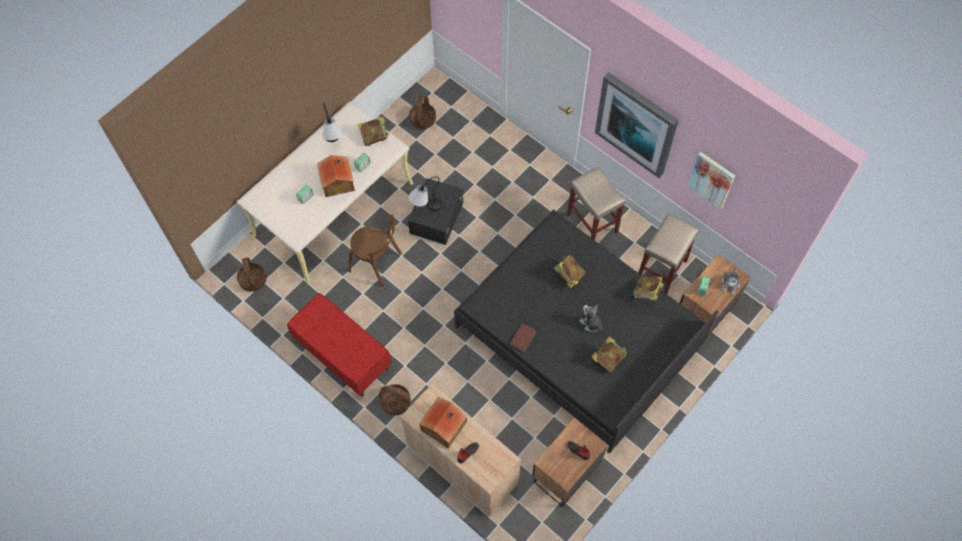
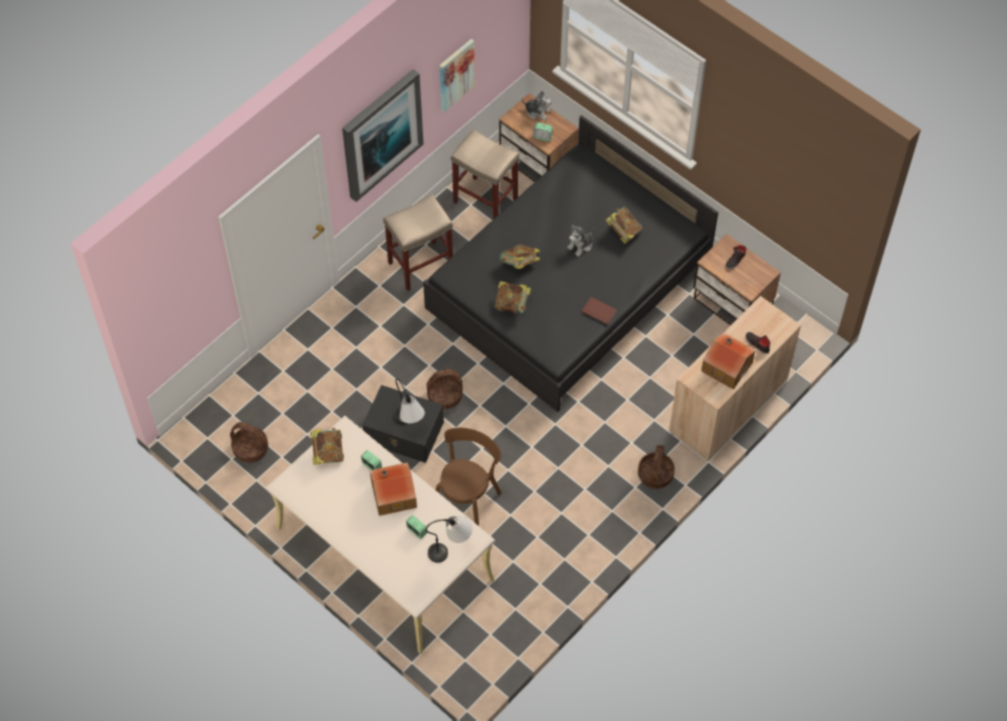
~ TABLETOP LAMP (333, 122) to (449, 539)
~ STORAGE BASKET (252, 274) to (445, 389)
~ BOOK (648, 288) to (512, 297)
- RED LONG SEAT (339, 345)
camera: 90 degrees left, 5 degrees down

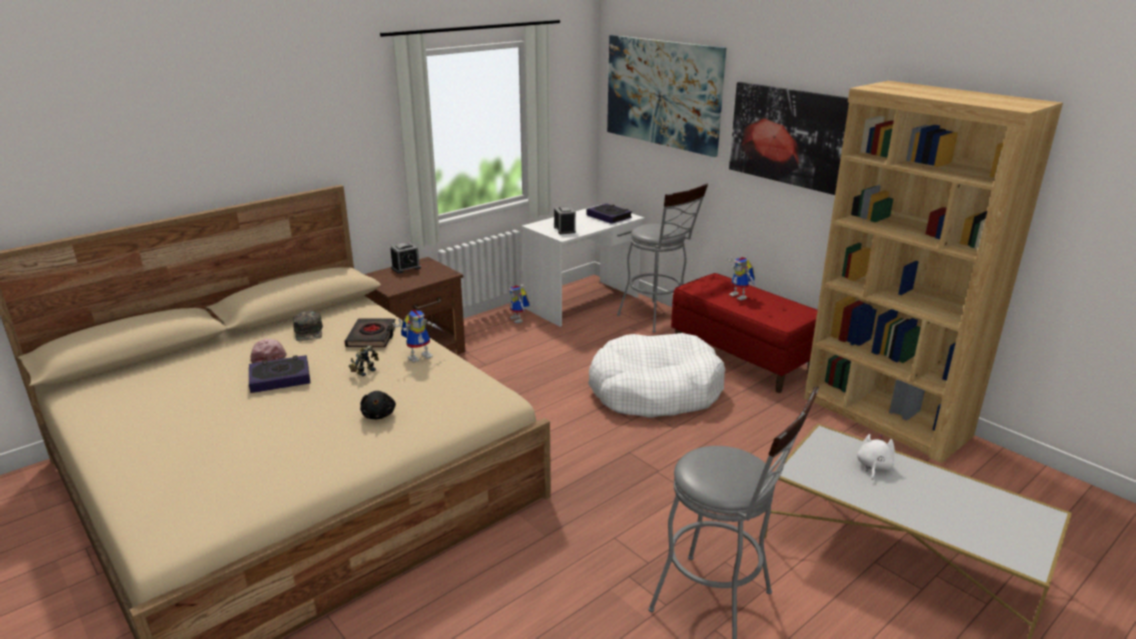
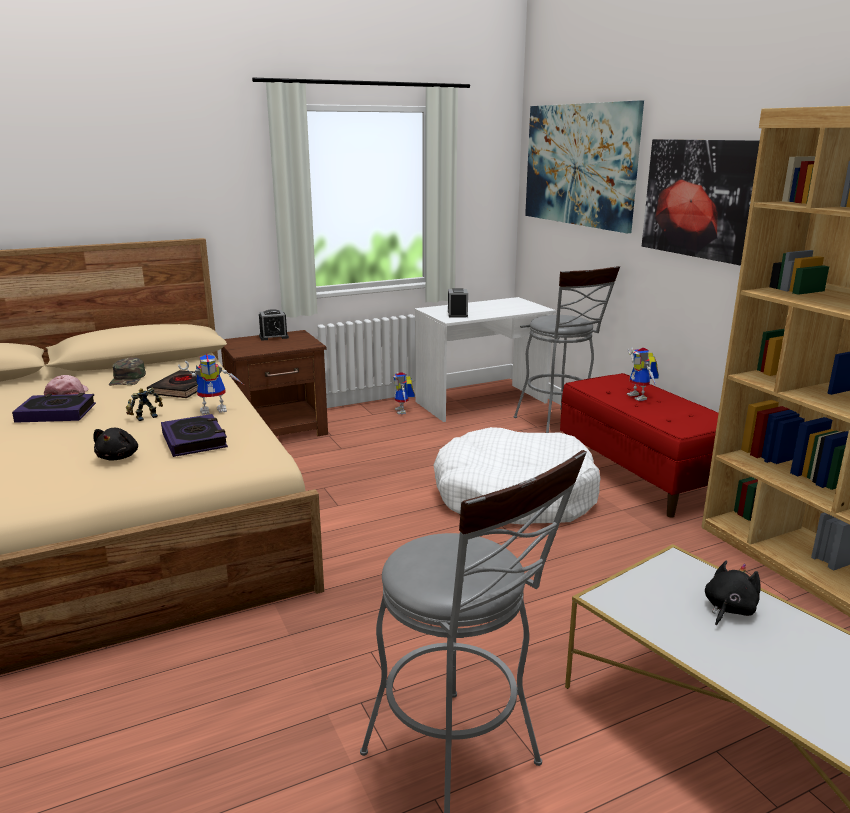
~ BOOK (609, 213) to (194, 435)
~ WHITISH SOFT TOY (876, 457) to BLACK SOFT TOY (733, 593)
camera: 15 degrees right, 5 degrees down

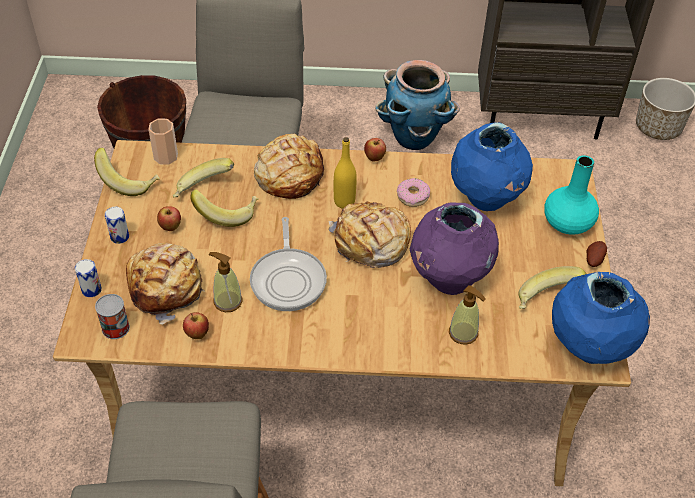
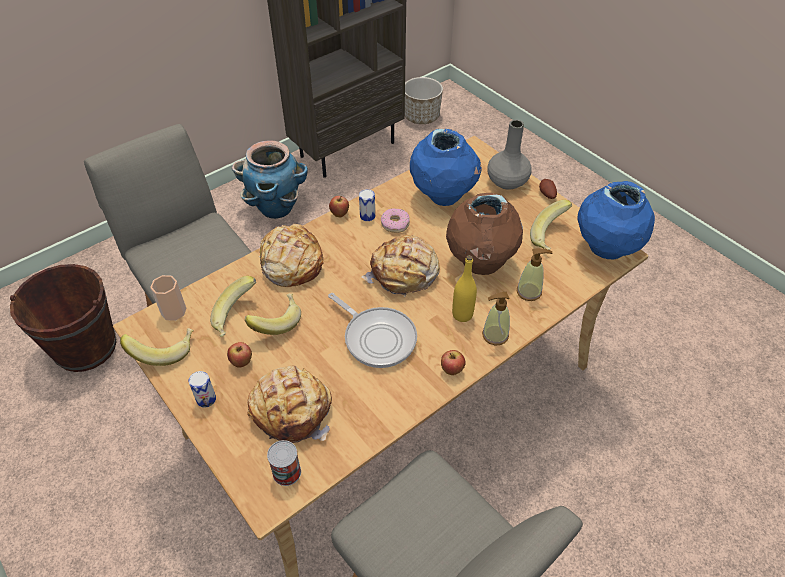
~ SEALED CAN (88, 278) to (367, 205)
~ APPLE FRUIT (196, 325) to (453, 362)
~ PURPLISH DECORATIVE VASE (454, 249) to BROWNISH DECORATIVE VASE (484, 234)
~ YELLOW-COLOURED BEVERAGE BOTTLE (345, 173) to (464, 288)
~ LIQUID SOAP BOTTLE (225, 282) to (496, 318)
~ TURQUOISE DECORATIVE VASE (571, 195) to GREY DECORATIVE VASE (509, 155)
camera: 40 degrees left, 0 degrees up

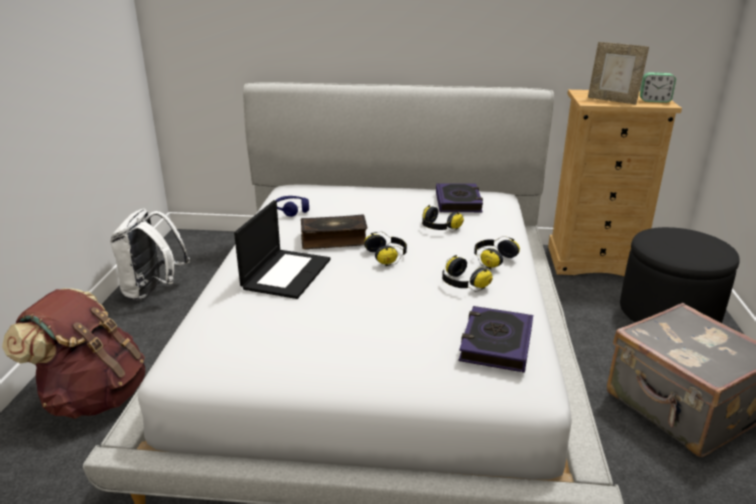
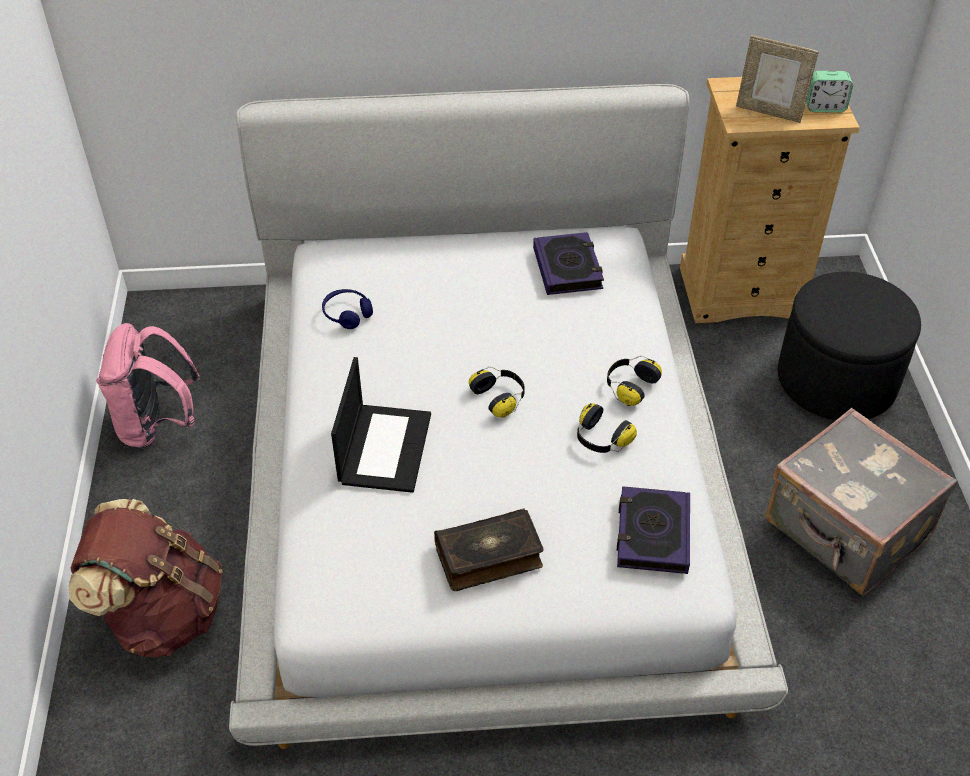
~ WHITISH RUCKSACK (150, 255) to PINKISH RUCKSACK (148, 386)
~ BOOK (334, 232) to (489, 550)
- HEADSET (443, 218)
camera: 10 degrees left, 20 degrees up

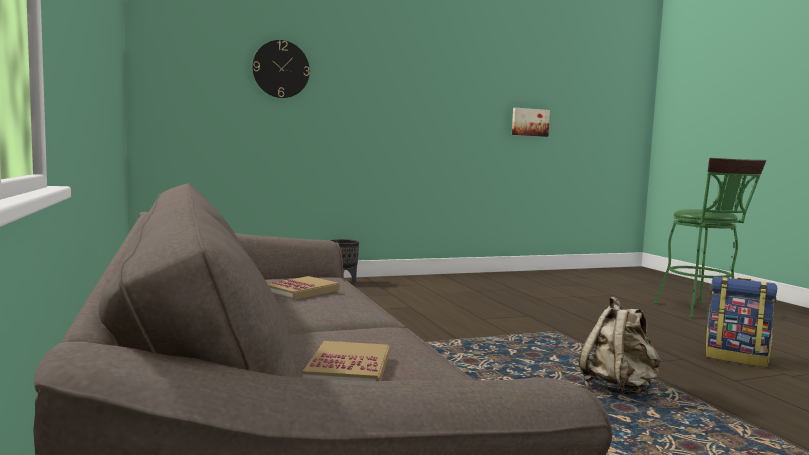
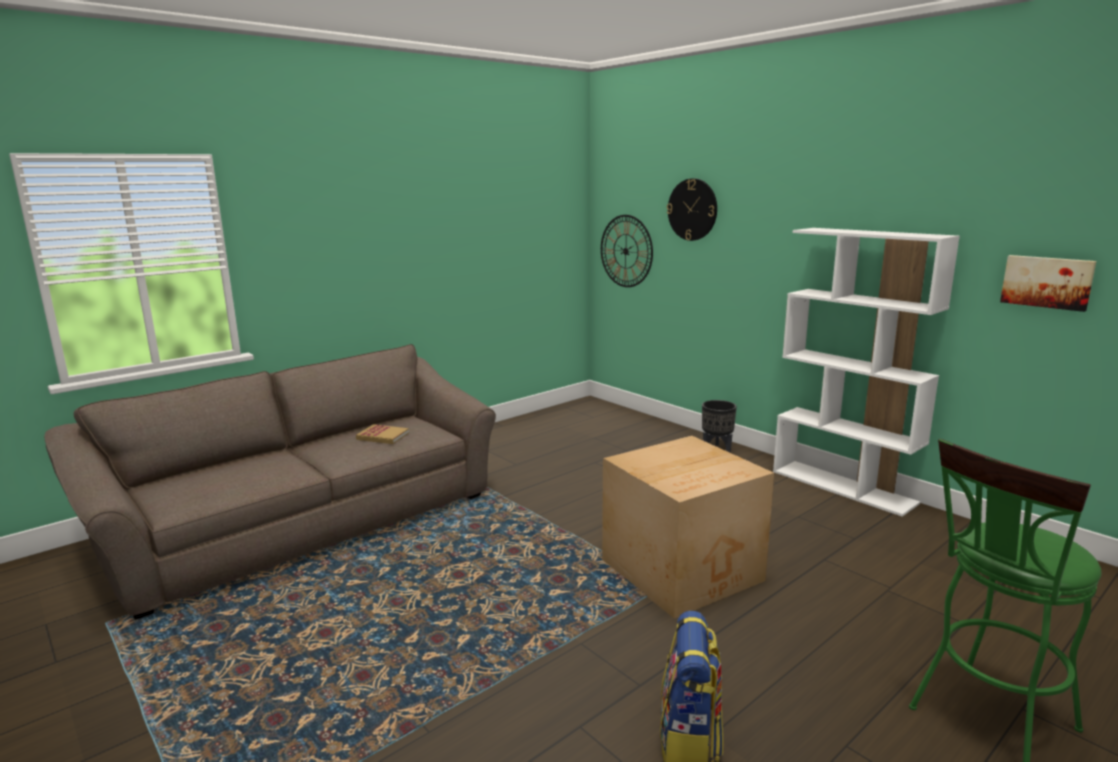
+ HANGING CLOCK (627, 251)
+ CARTON (688, 527)
+ WHITISH SHELVING UNIT (866, 372)
- BOOK (346, 361)
- BEIGE RUCKSACK (620, 346)
camera: 70 degrees right, 10 degrees up

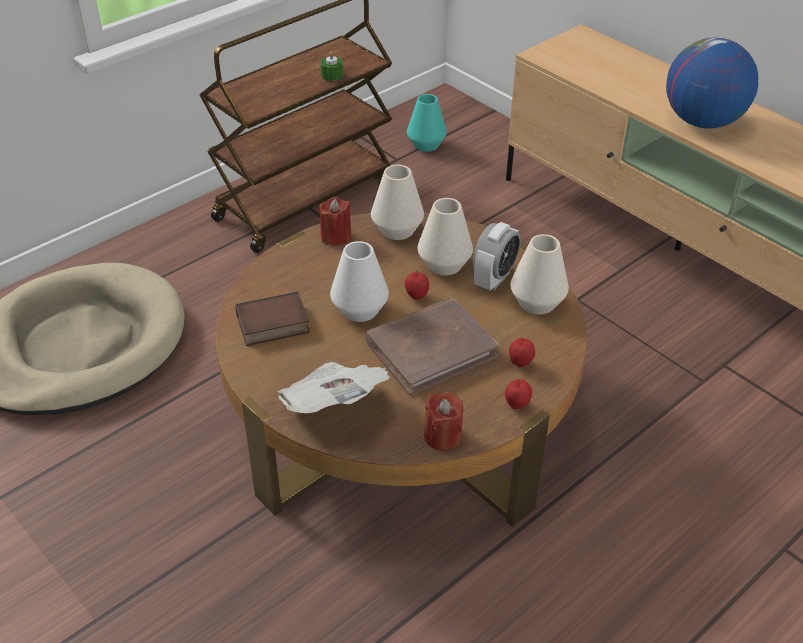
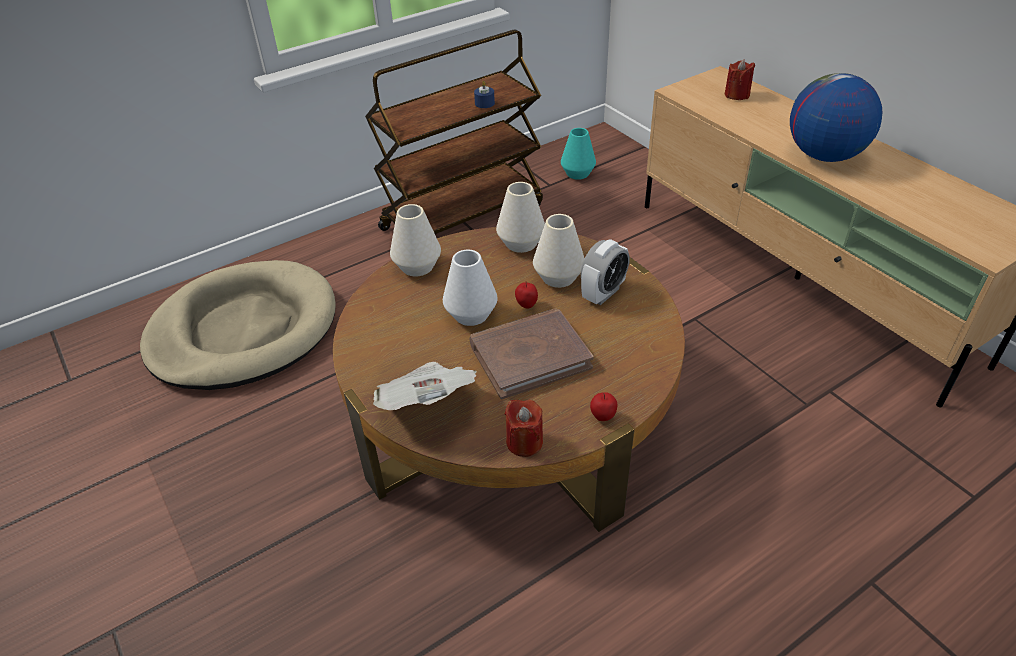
~ WHITISH DECORATIVE VASE (539, 274) to (415, 240)
~ GREEN-COLOURED CANDLE (332, 66) to BLUE CANDLE (484, 94)
~ RED CANDLE (335, 221) to (740, 79)
- BOOK (272, 319)
- APPLE FRUIT (522, 353)
camera: 10 degrees right, 0 degrees up

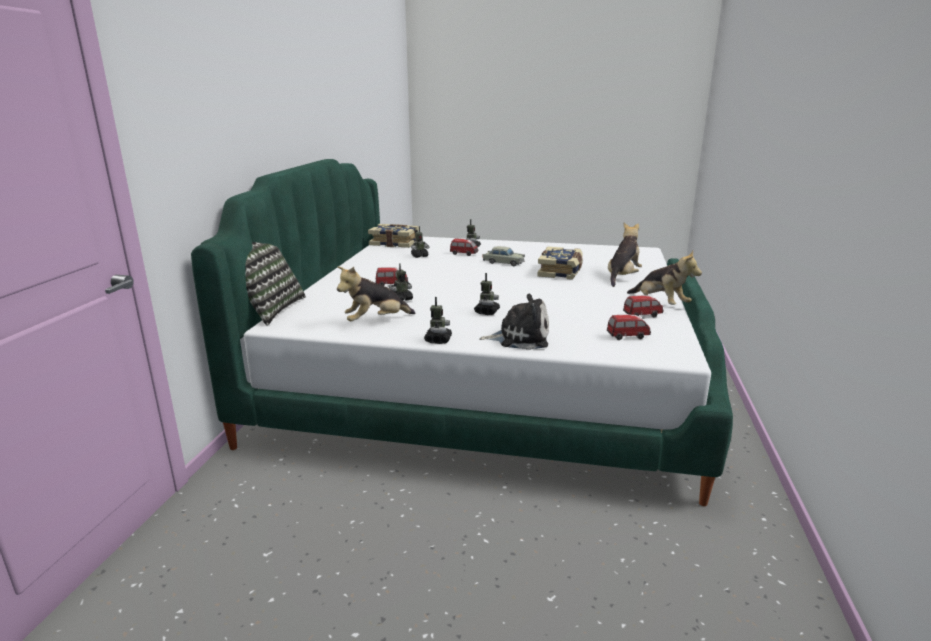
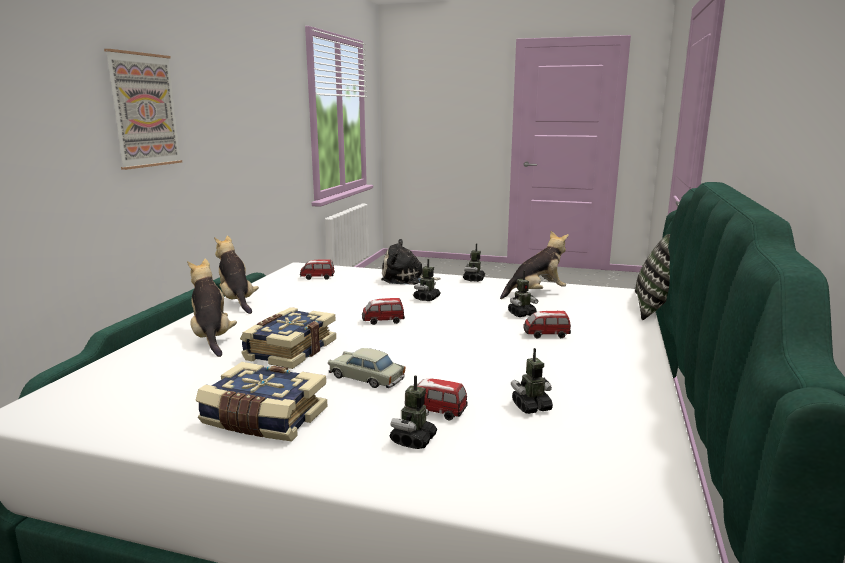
+ PICTURE (143, 109)
~ SOFT TOY (625, 255) = (212, 308) 120 degrees clockwise
~ BOOK (393, 236) to (261, 401)
~ MODEL CAR (643, 306) to (383, 311)
camera: 175 degrees left, 5 degrees down

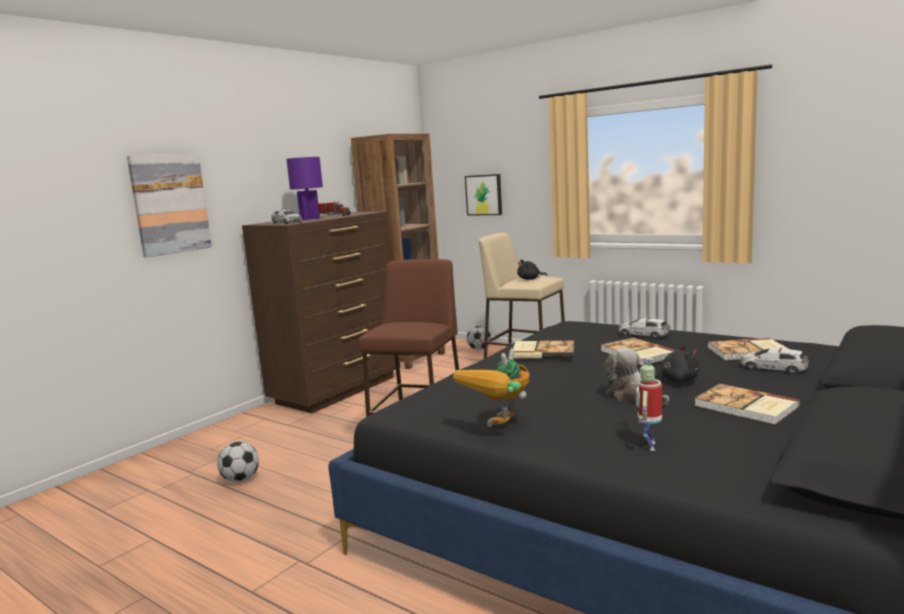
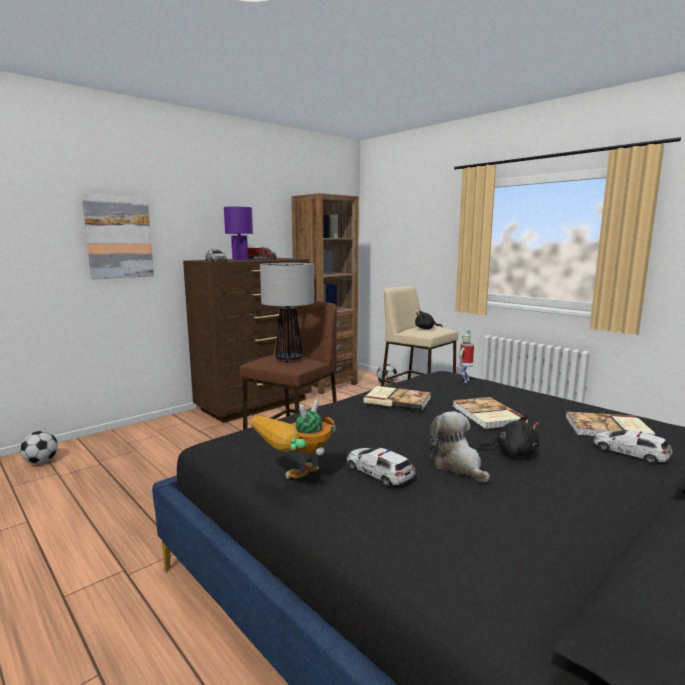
~ FOOTBALL BALL (238, 462) to (39, 447)
+ TABLETOP LAMP (287, 313)
~ MODEL CAR (644, 328) to (381, 467)
~ ROBOT FIGURE (649, 404) to (466, 356)
- PICTURE (483, 195)
- BOOK (746, 404)
camera: 10 degrees right, 0 degrees up

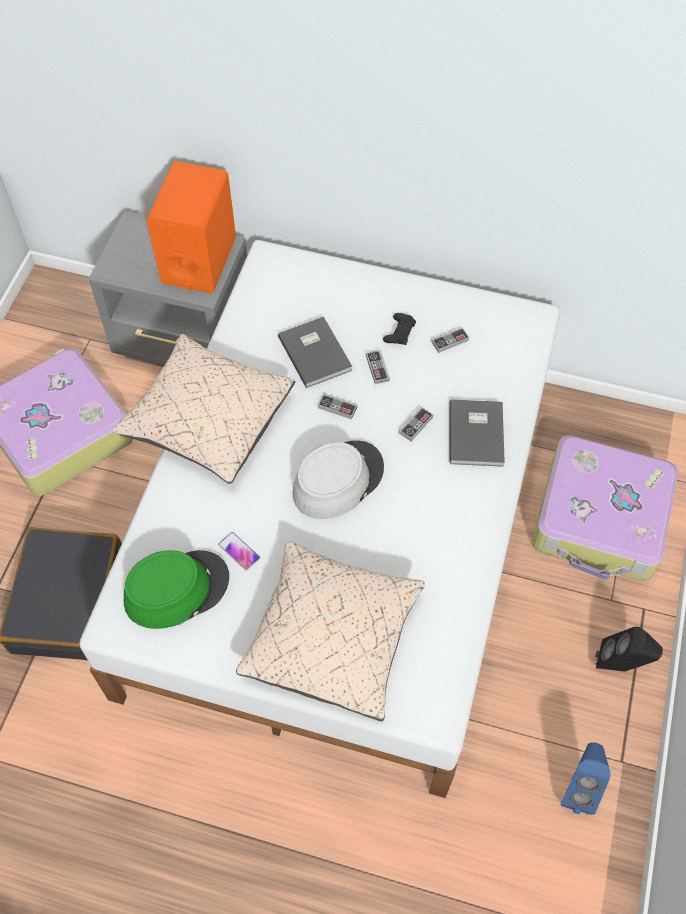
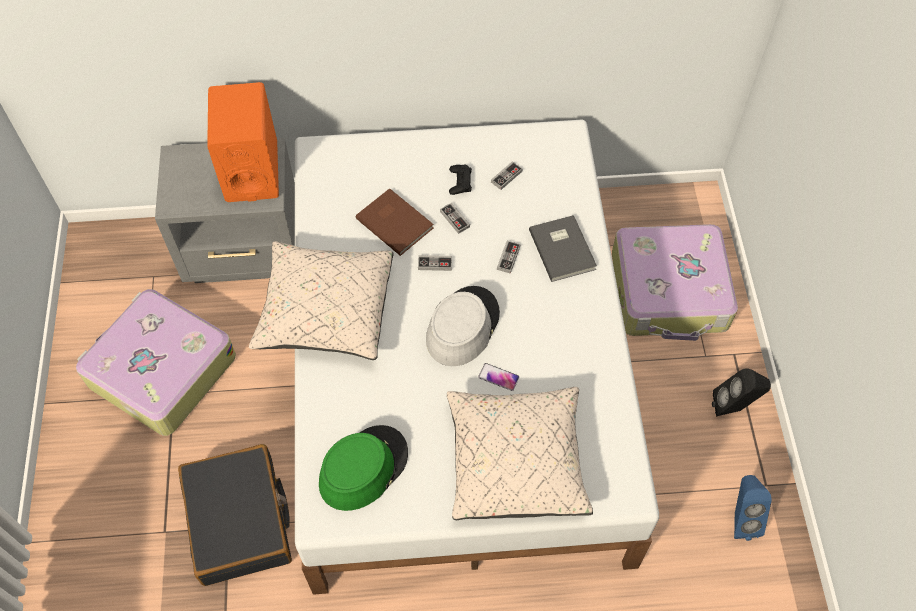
~ GREY BOOK (315, 352) to BROWNISH BOOK (395, 222)
~ HANDSET (239, 551) to (498, 377)
camera: 20 degrees left, 0 degrees up

